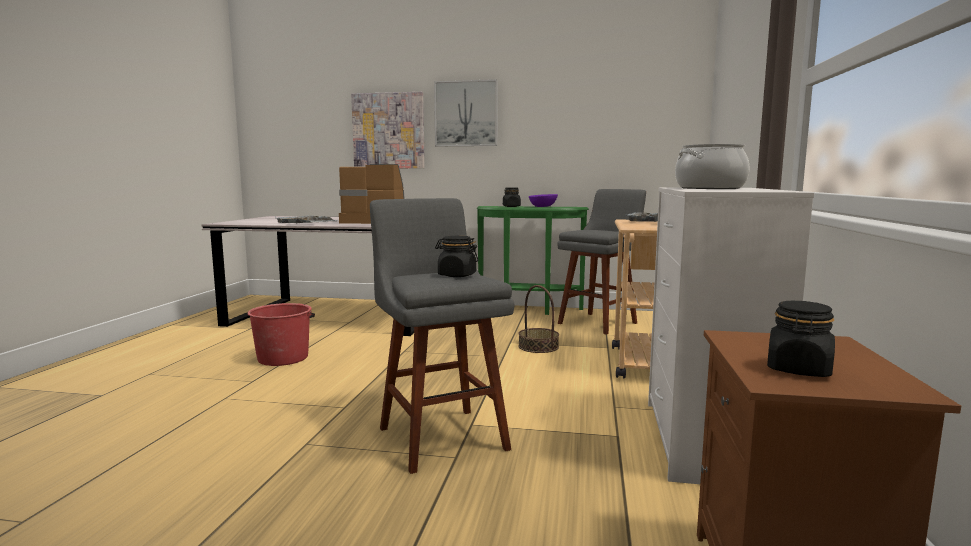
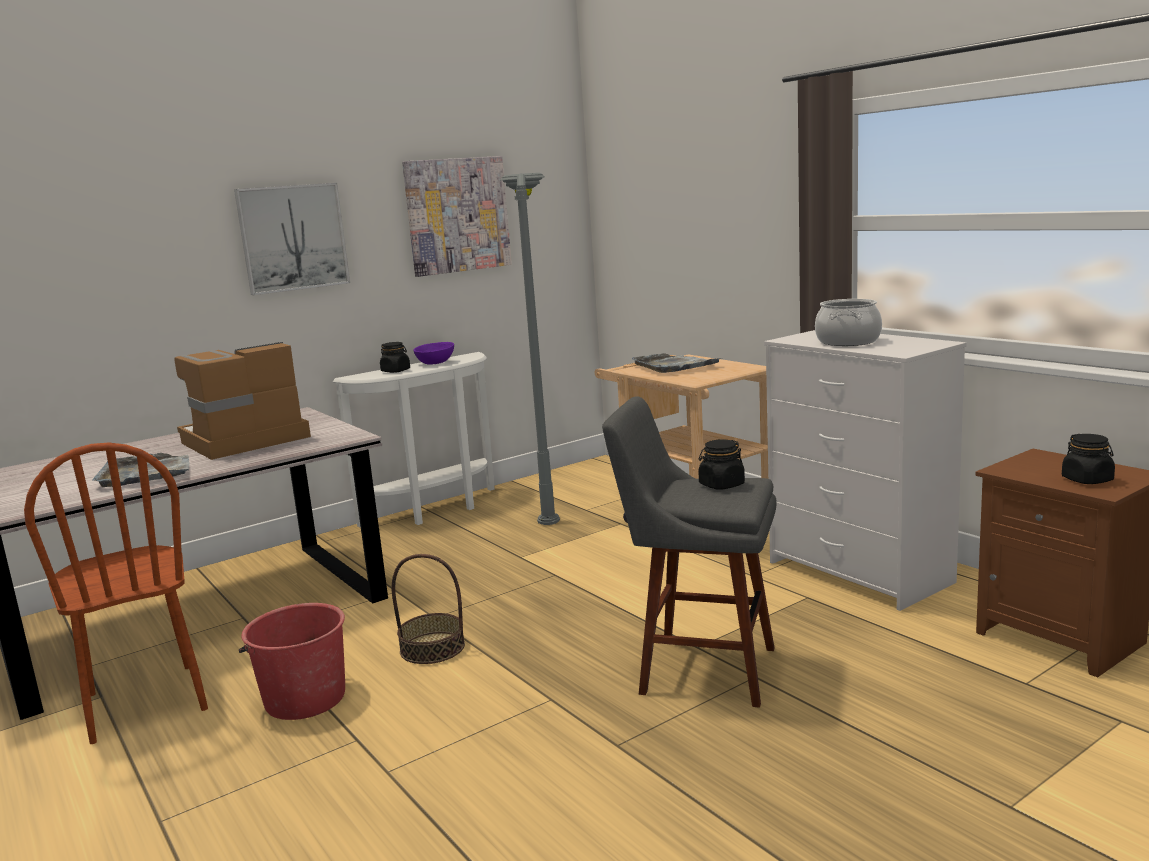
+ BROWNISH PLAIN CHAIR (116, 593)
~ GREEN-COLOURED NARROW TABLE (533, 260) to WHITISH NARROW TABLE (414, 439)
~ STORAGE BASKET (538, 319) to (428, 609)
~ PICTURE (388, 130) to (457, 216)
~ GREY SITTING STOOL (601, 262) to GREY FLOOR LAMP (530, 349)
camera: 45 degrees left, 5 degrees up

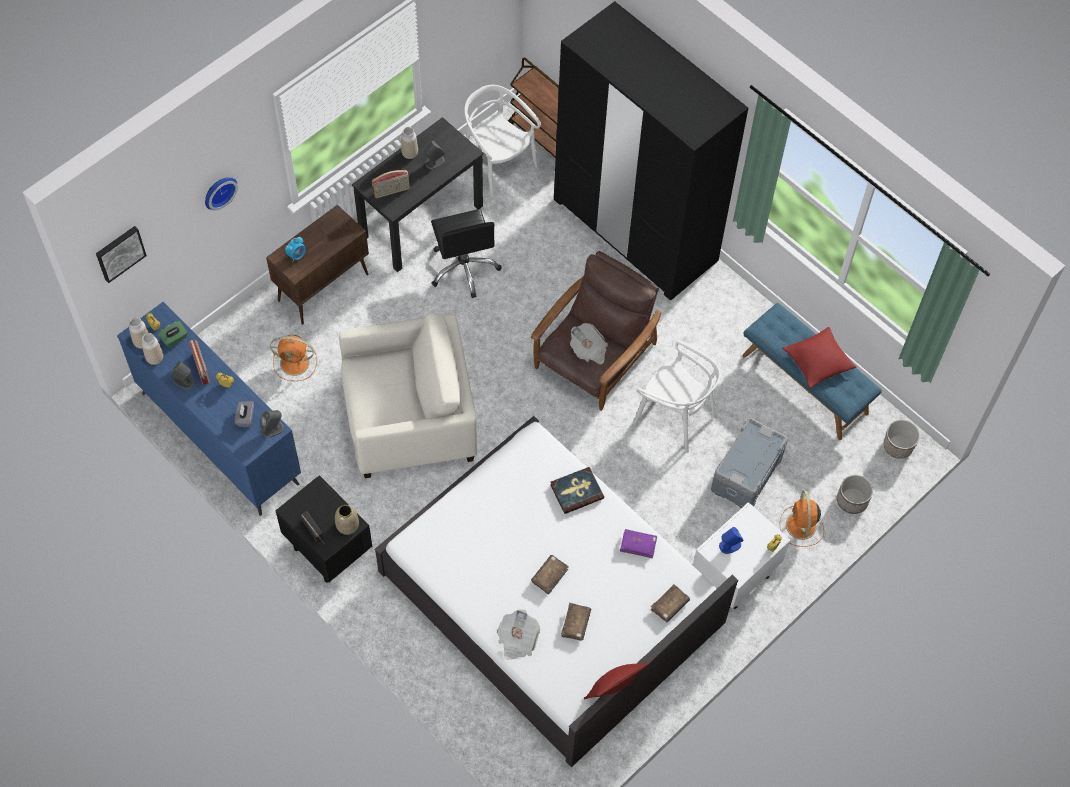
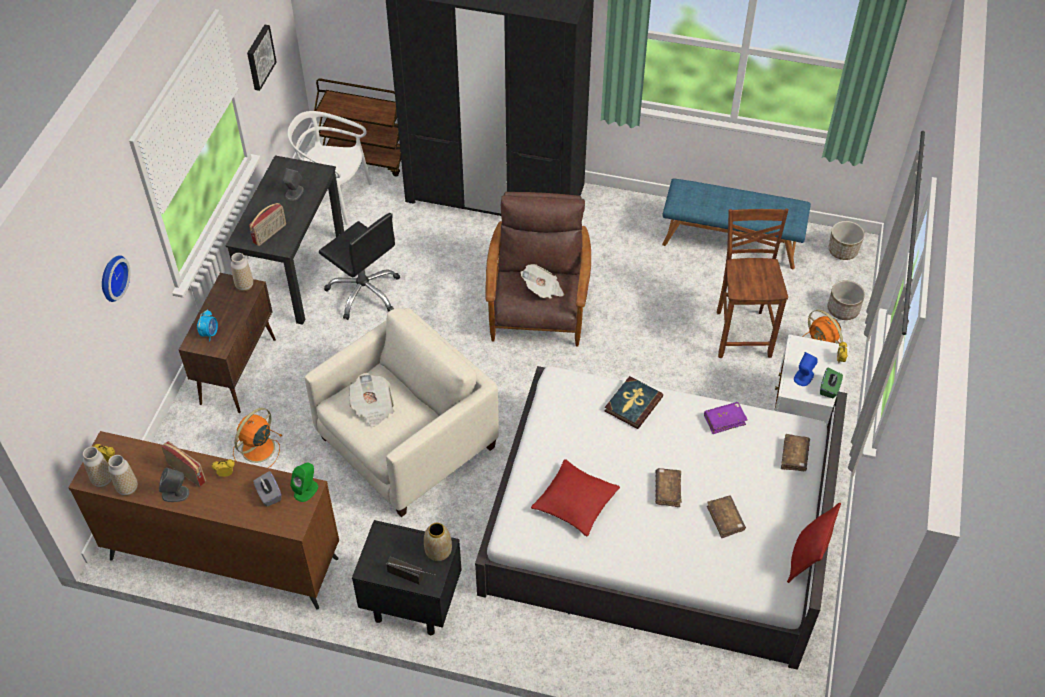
~ BLUE DRESSER (209, 409) to BROWNISH DRESSER (203, 520)
~ DECORATIVE VASE (409, 143) to (242, 272)
~ ORANGE-COLOURED FAN (293, 357) = (257, 438) 150 degrees clockwise
~ PICTURE (121, 254) to (262, 58)
~ GREY AUDIO SPEAKER (271, 424) to GREEN-COLOURED AUDIO SPEAKER (304, 482)
~ NEWSPAPER (518, 635) to (371, 400)
~ RED THROW PILLOW (819, 357) to (575, 498)
~ GREY STORAGE BOX (749, 463) to BROWNISH PLAIN CHAIR (752, 283)
~ GREEN-COLOURED BOX OF TISSUES (173, 334) to (831, 383)
- WHITISH PLAIN CHAIR (676, 397)
camera: 30 degrees left, 10 degrees down

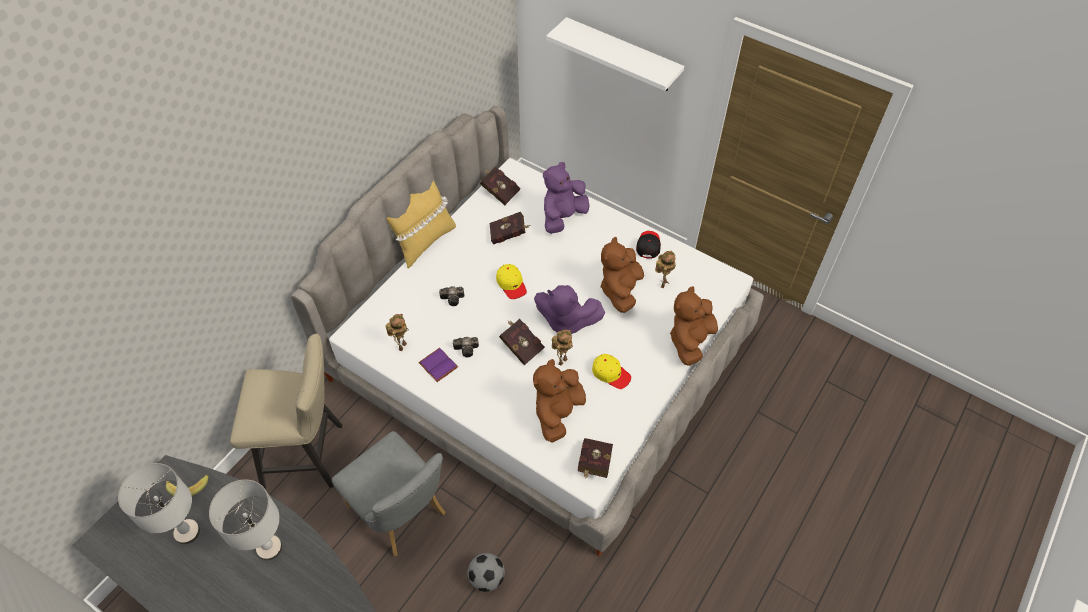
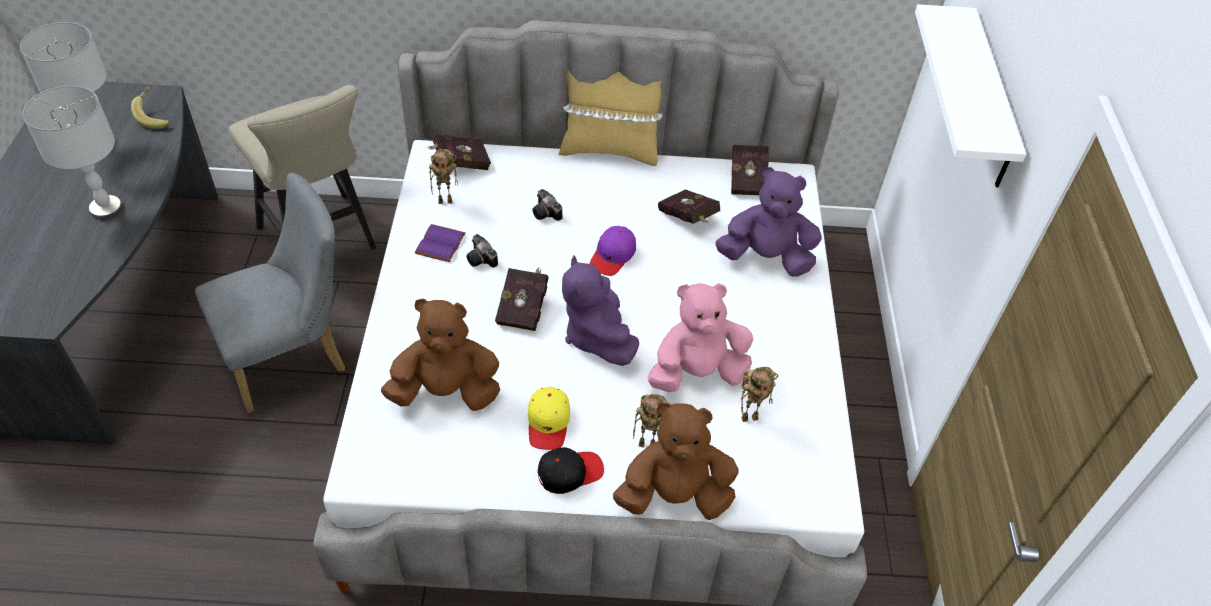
~ GREY PLAIN CHAIR (388, 493) = (270, 293) 135 degrees counterclockwise
~ RED BOOK (595, 458) to (459, 152)
~ BLACK CAP (648, 245) to (571, 470)
~ YELLOW-COLOURED CAP (511, 281) to PURPLISH CAP (612, 251)
~ ROBOT FIGURE (562, 347) to (650, 420)
~ BROWNISH SOFT TOY (622, 274) to PINKISH SOFT TOY (700, 337)
- FOOTBALL BALL (486, 572)
camera: 55 degrees right, 5 degrees down

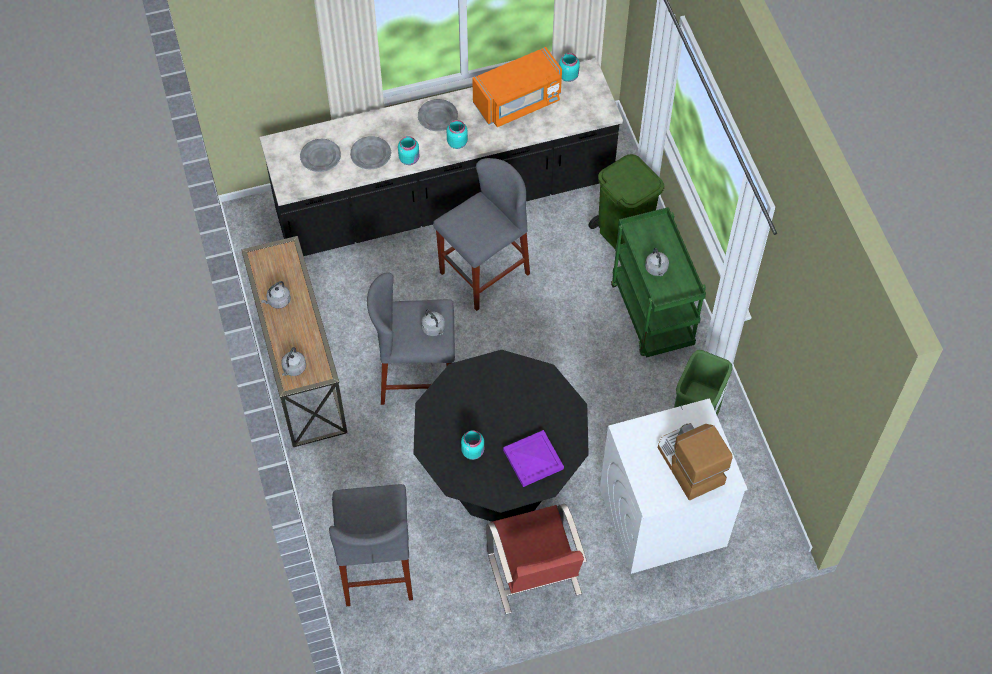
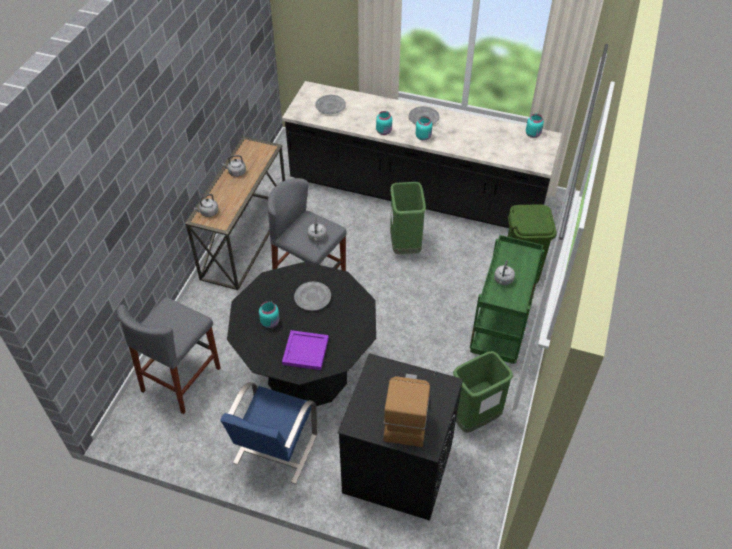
~ RED PLAIN CHAIR (536, 559) to BLUE PLAIN CHAIR (268, 433)
~ GREY PLATE (370, 152) to (312, 296)
~ WHITISH LAUNDRY MACHINE (674, 486) to BLACK LAUNDRY MACHINE (400, 437)
~ GREY SITTING STOOL (481, 234) to GREEN-COLOURED TRASH CAN (408, 218)
- ORANGE-COLOURED MICROWAVE (517, 87)
camera: 35 degrees right, 10 degrees down

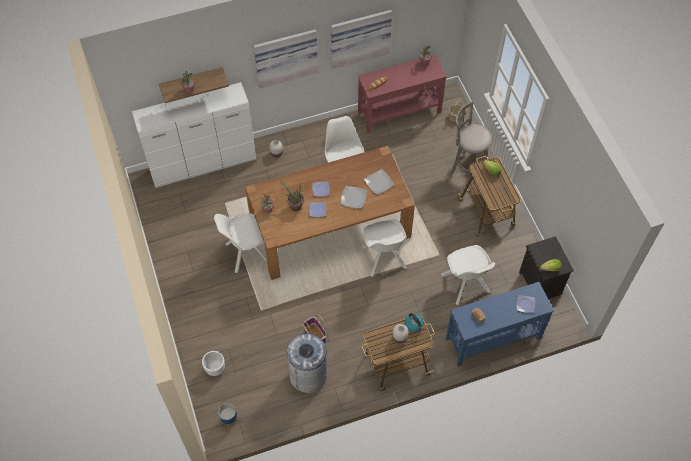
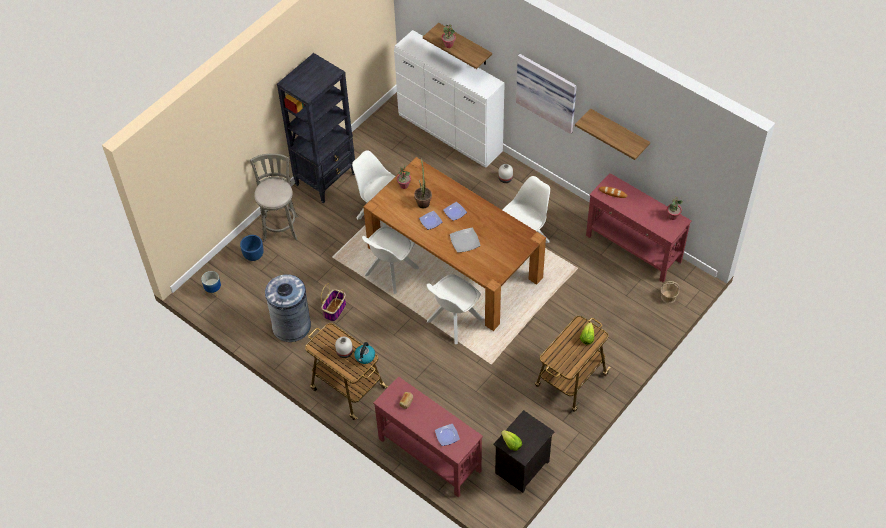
~ WHITISH PLANT POT (213, 363) to BLUE PLANT POT (252, 248)
~ GREY SITTING STOOL (471, 142) to (274, 197)
+ BLACK SHELVING UNIT (316, 128)
~ WHITISH PLAIN CHAIR (468, 275) to (390, 260)
~ BLUE NARROW TABLE (499, 324) to RED NARROW TABLE (428, 437)
~ PICTURE (361, 39) to BRACKET SHELF (612, 134)
- PLATE (379, 181)
camera: 60 degrees right, 5 degrees down

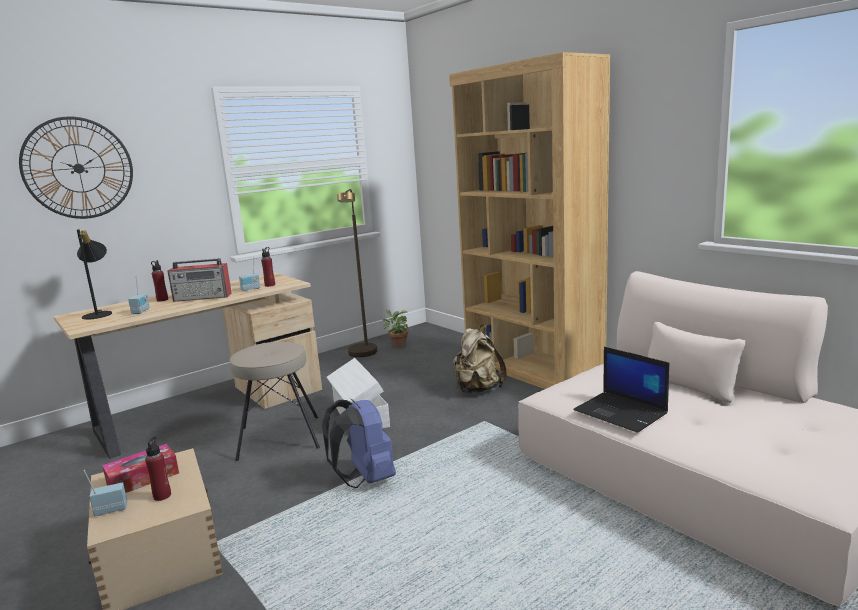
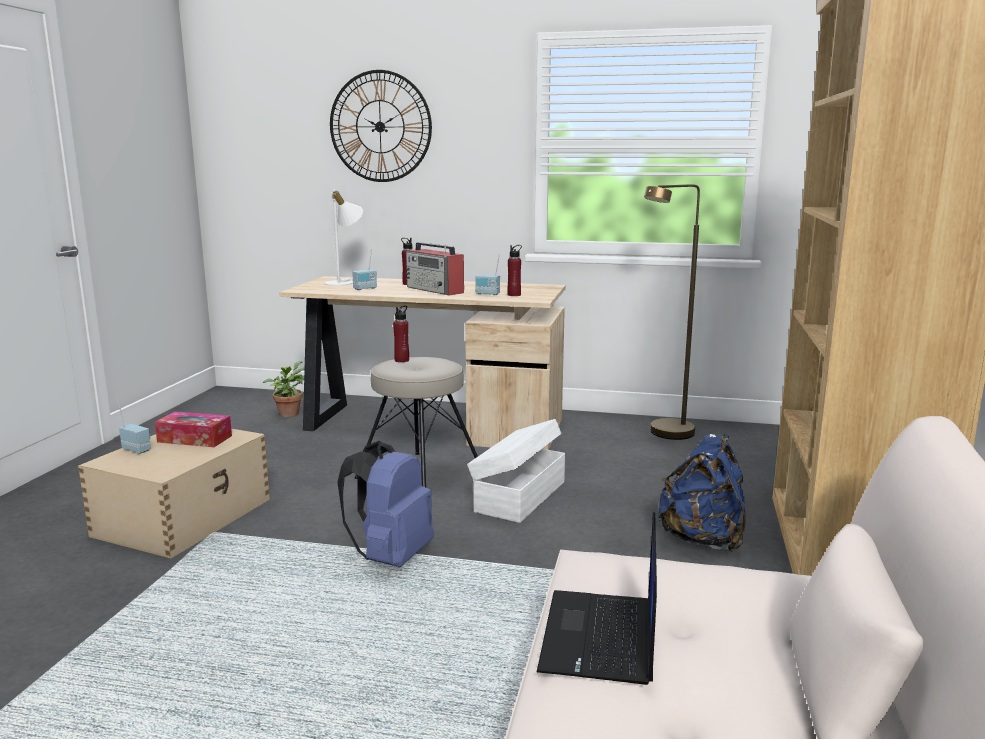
~ POTTED PLANT (396, 329) to (284, 389)
~ BLACK TABLETOP LAMP (94, 274) to WHITISH TABLETOP LAMP (343, 237)
~ RED BEVERAGE BOTTLE (158, 469) to (401, 333)
~ BEIGE RUCKSACK (480, 359) to BLUE RUCKSACK (702, 493)
camera: 50 degrees right, 0 degrees up

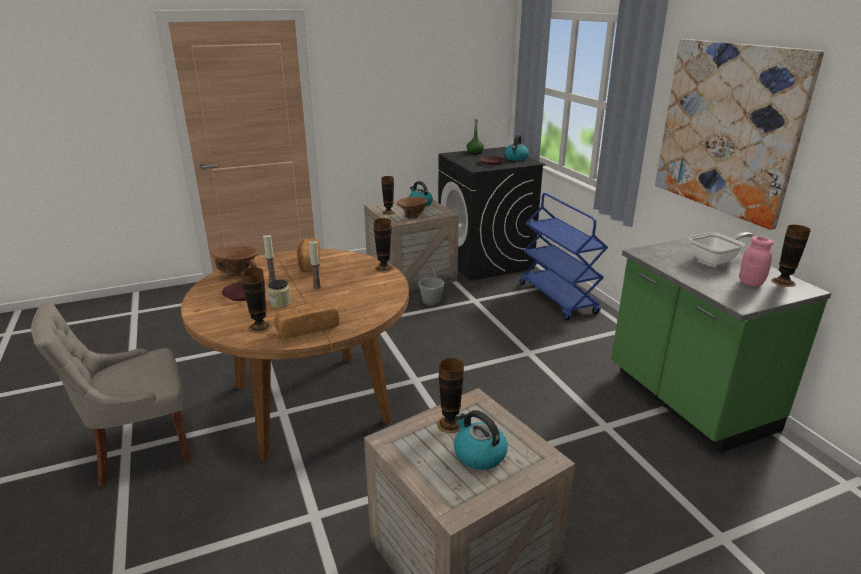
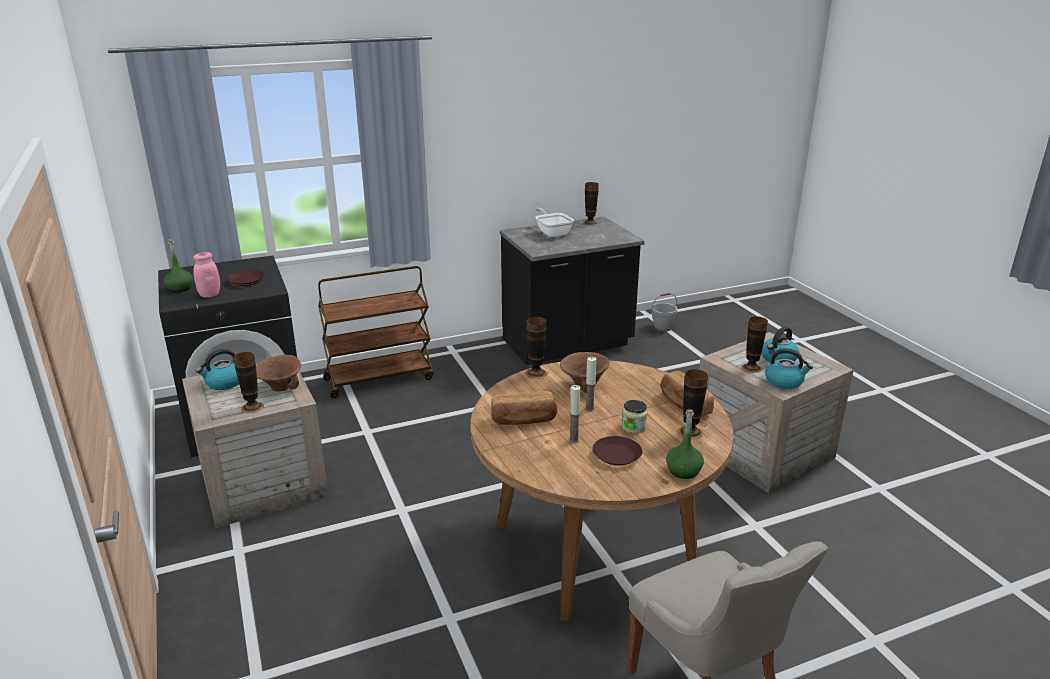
~ PINKISH PRESERVE JAR (756, 261) to (206, 275)
~ BLUE CART (563, 256) to BROWNISH CART (376, 332)
~ GREEN-COLOURED COUNTER (721, 345) to BLACK COUNTER (572, 290)
~ BROWNISH DEEP DISH (235, 261) to (585, 372)
~ GREY PAIL (431, 286) to (664, 312)
+ GREEN-COLOURED BEVERAGE BOTTLE (685, 444)
~ WATER KETTLE (516, 148) to (789, 368)
- PICTURE (739, 134)
camera: 90 degrees left, 0 degrees up

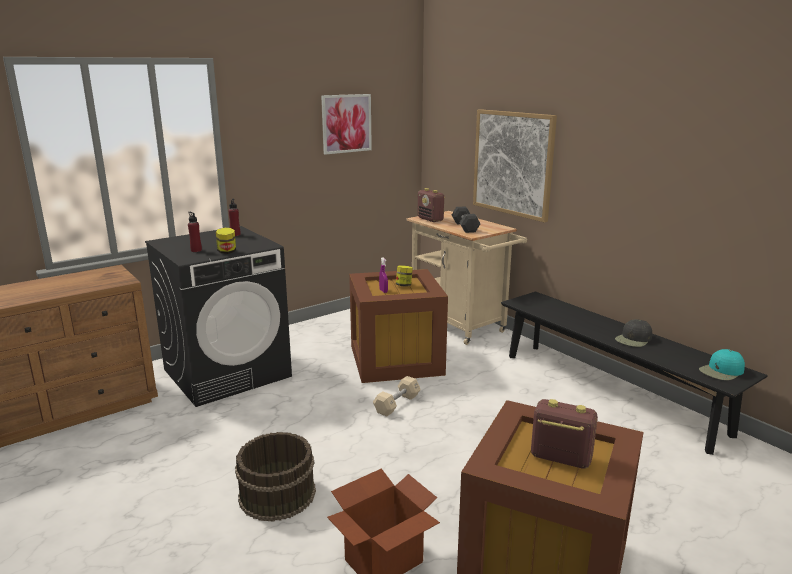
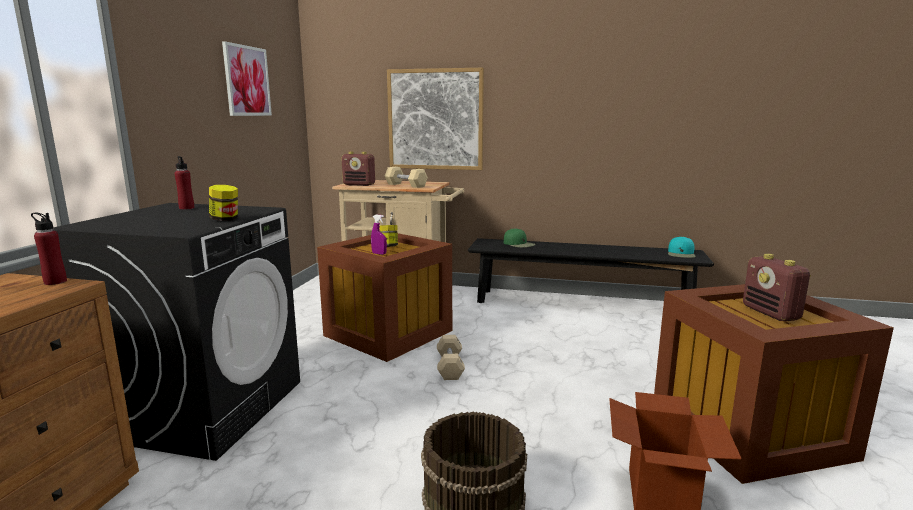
~ RED BEVERAGE BOTTLE (195, 232) to (49, 249)
~ BLACK FREE WEIGHT (466, 220) to BEIGE FREE WEIGHT (406, 177)
+ GREEN-COLOURED CAP (519, 238)
~ RADIO SET (564, 434) = (777, 287) 90 degrees counterclockwise
- BLACK CAP (633, 333)
camera: 40 degrees left, 5 degrees down

